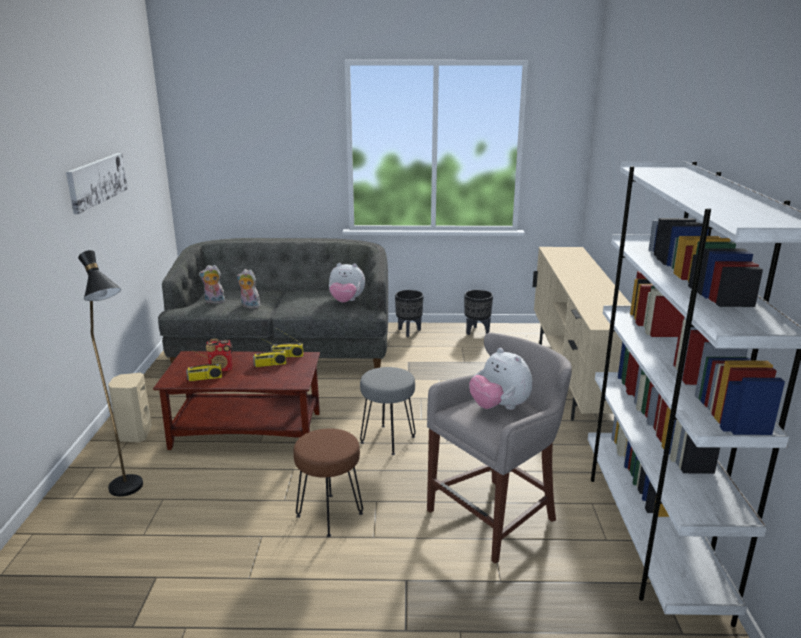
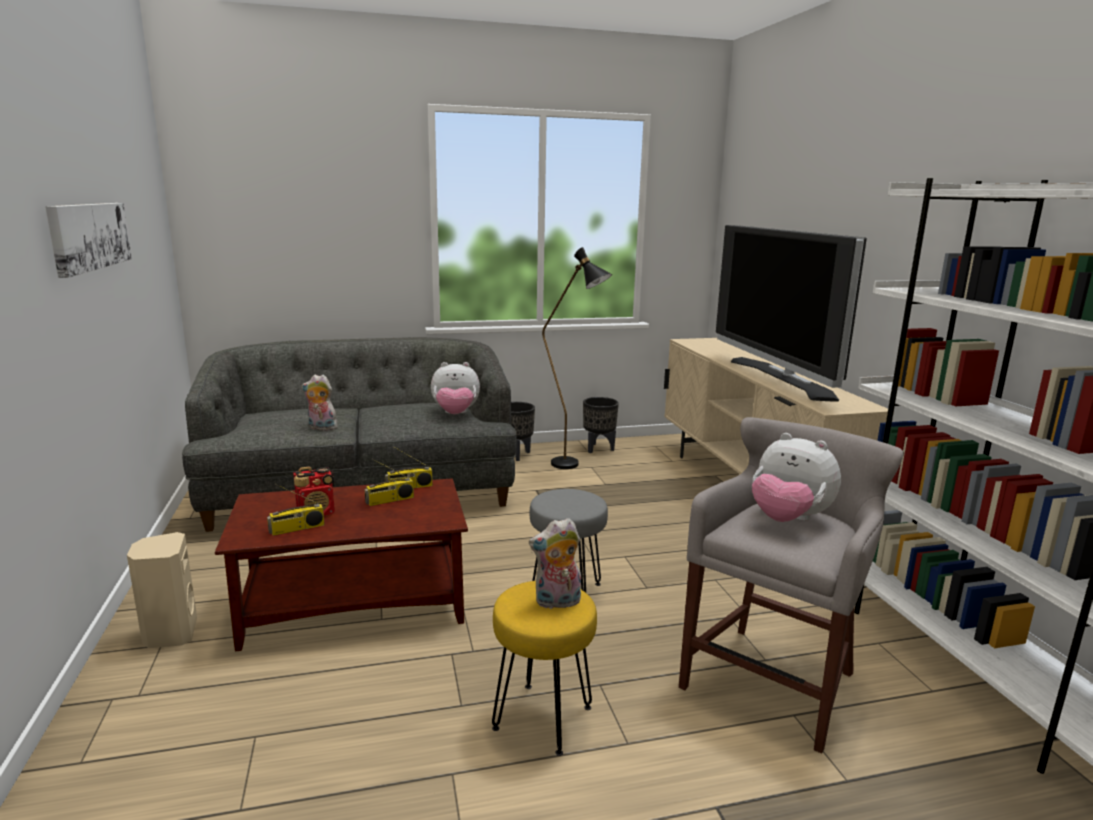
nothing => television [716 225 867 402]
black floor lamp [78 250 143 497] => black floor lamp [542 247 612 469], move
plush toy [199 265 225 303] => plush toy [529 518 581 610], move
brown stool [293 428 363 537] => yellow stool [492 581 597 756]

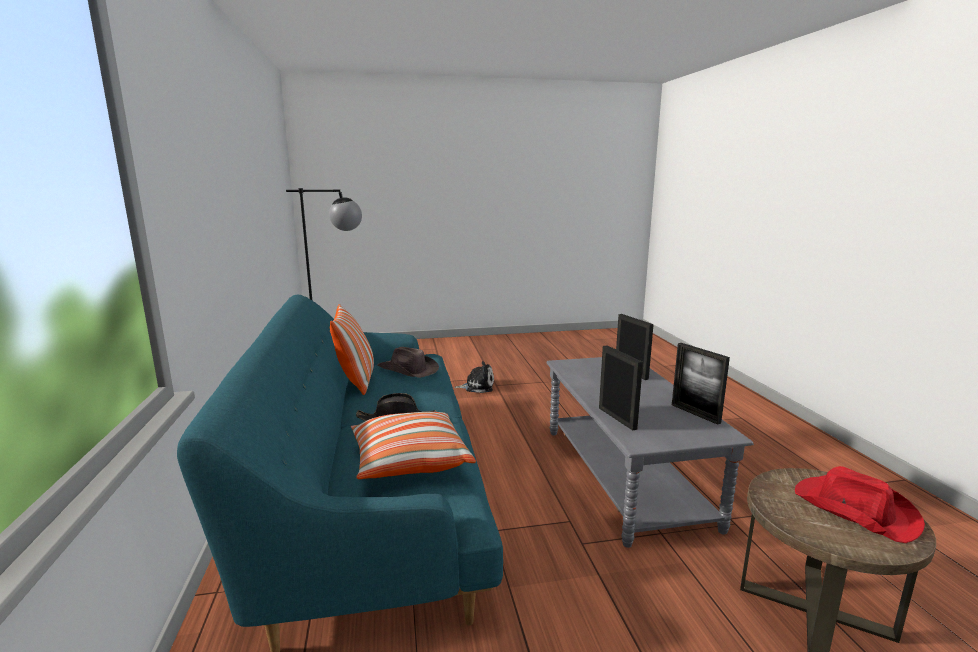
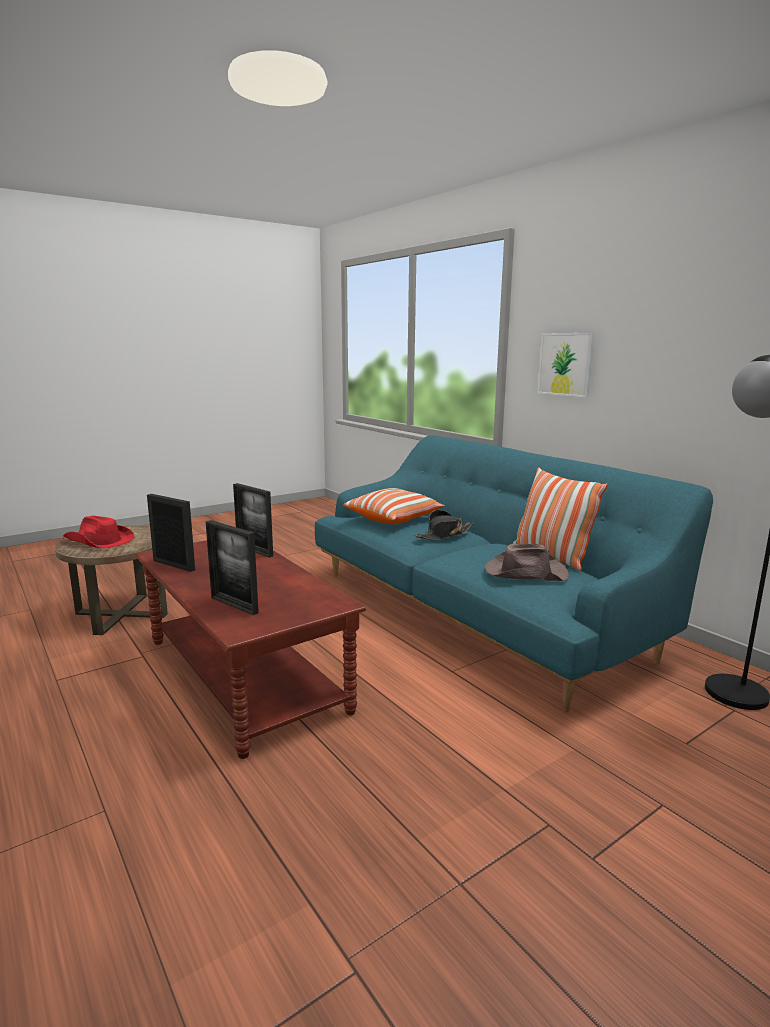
plush toy [454 361 494 393] => nothing
nothing => picture [538 333 595 398]
grey coffee table [546 357 754 548] => brown coffee table [135 540 366 759]

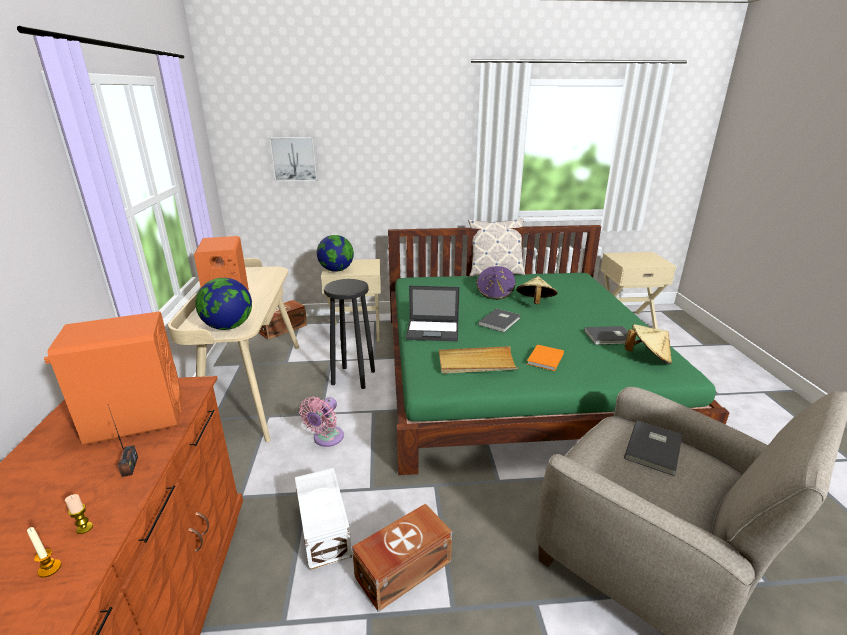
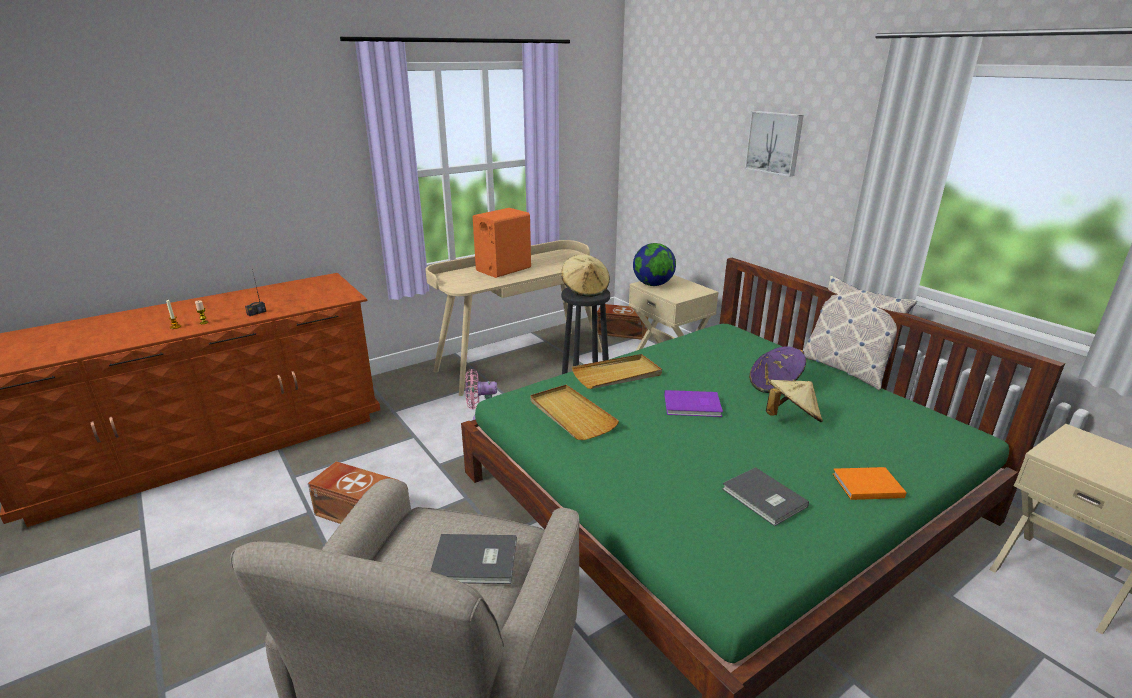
orange speaker [44 311 182 445] => nothing
globe [195 278 252 330] => nothing
white storage box [295 468 352 570] => nothing
picture [270 137 318 182] => picture [745 111 804 177], move
orange book [527 345 564 371] => orange book [833 467 907 500], move
beige hat [625 324 672 364] => beige hat [561 255 610 297], move
laptop [406 286 460 342] => beige tray [572 354 662 389]
grey book [478 308 520 332] => purple book [665 390 723 417]

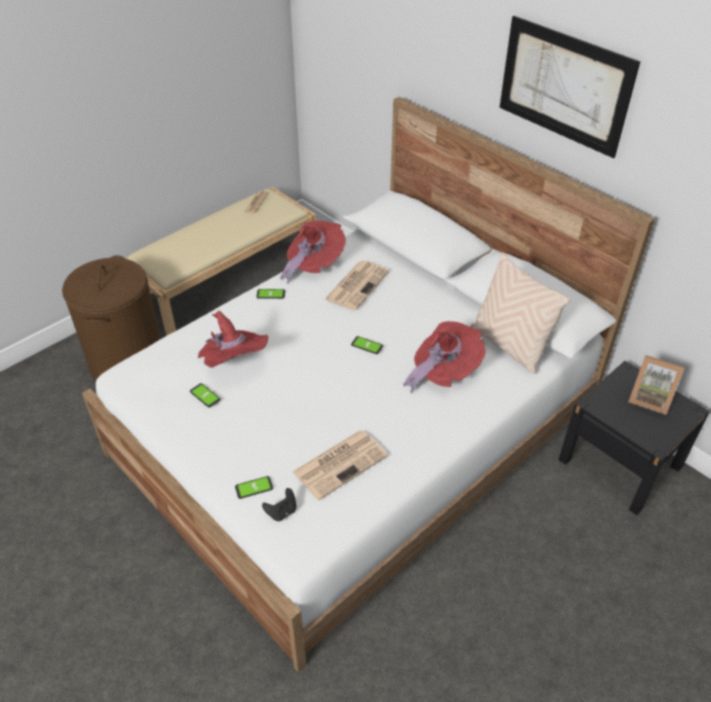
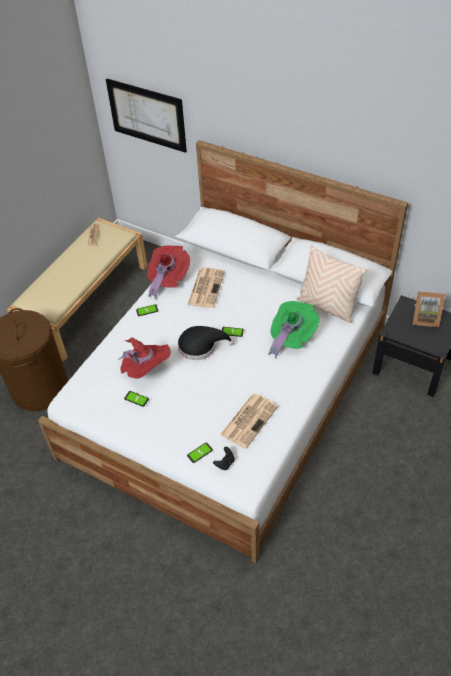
nothing => black hat [178 326 234 360]
picture [500 16 640 158] => picture [106 78 187 153], move
red hat [403 321 486 394] => green hat [268 301 319 359]

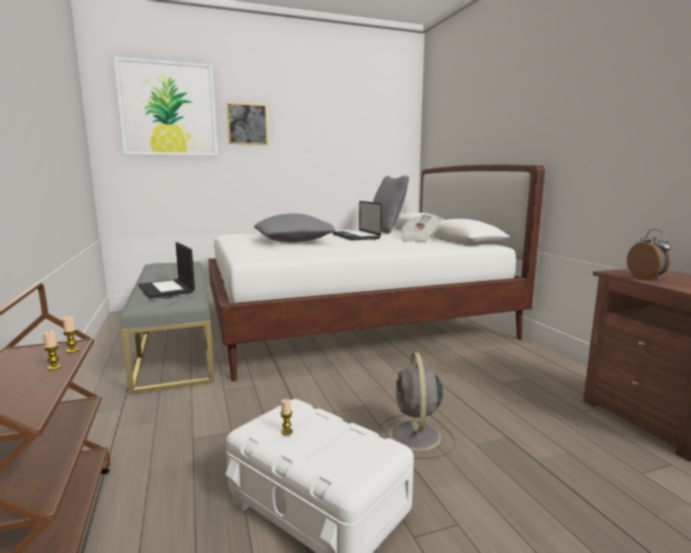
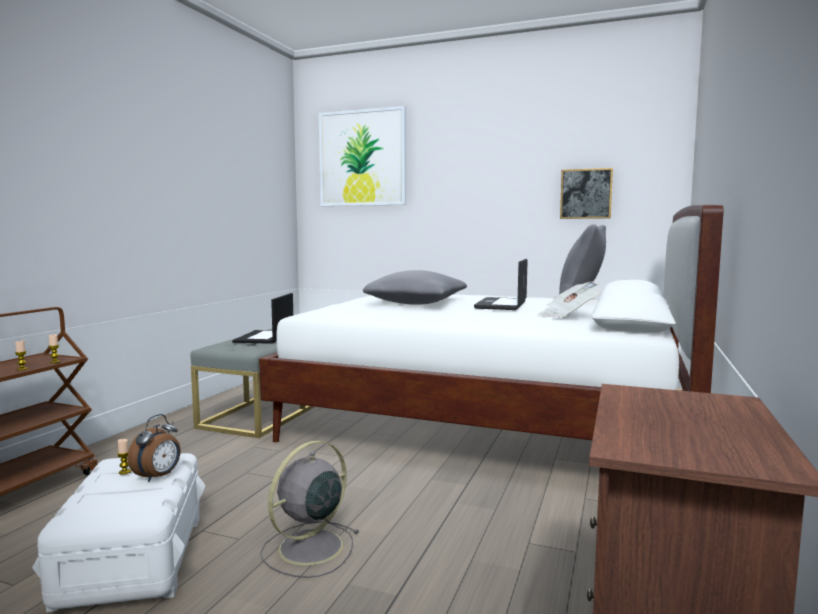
picture [227 103 268 145] => picture [560 168 613 219], move
alarm clock [627 229 671 280] => alarm clock [127 414 181 482], move

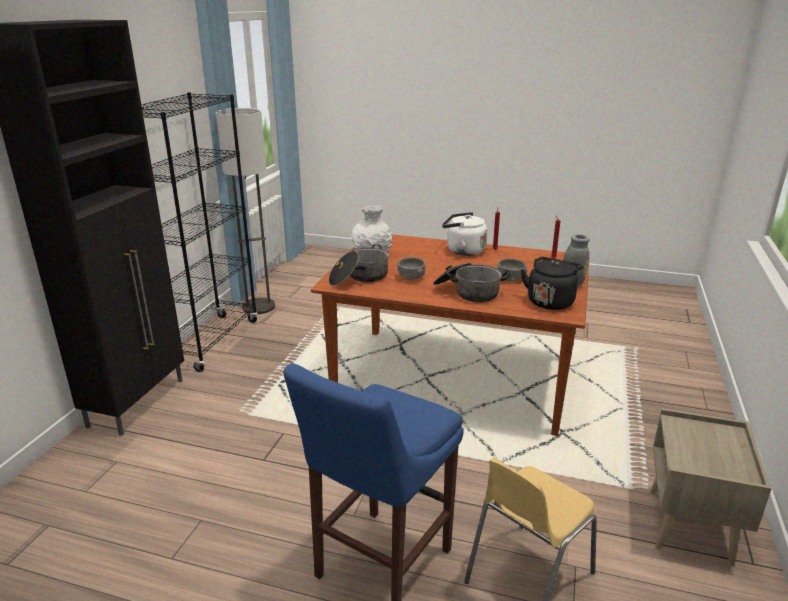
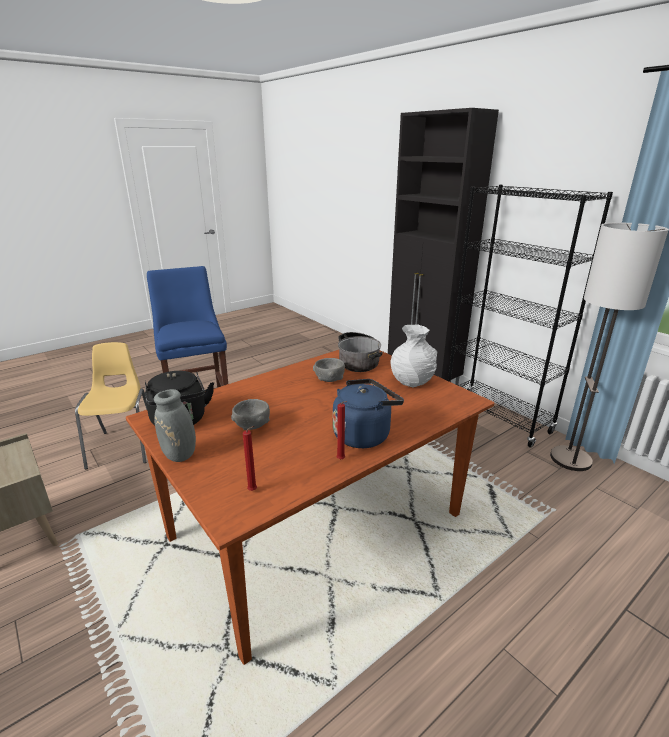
cooking pot [433 263 510 303] => nothing
white kettle [442 212 487 256] => blue kettle [333 379 404 448]

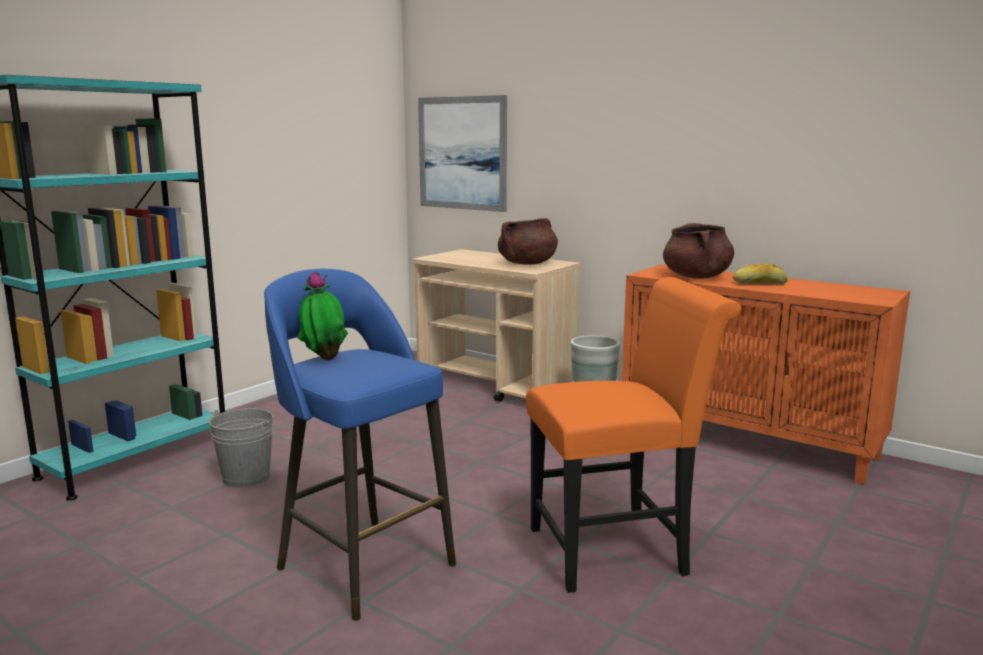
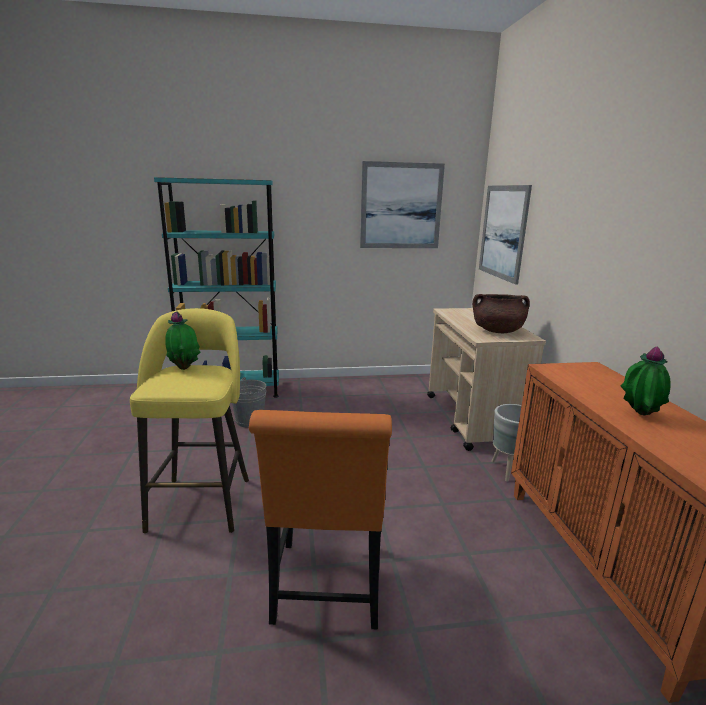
brown cooking pot [663 223 734 279] => nothing
nothing => picture [360 161 445 248]
bread [733 263 788 284] => potted plant [621 347 670 416]
blue stool [264 269 456 621] => yellow stool [130 308 249 533]
orange chair [526 277 741 593] => orange chair [249 410 392 630], 60 degrees clockwise

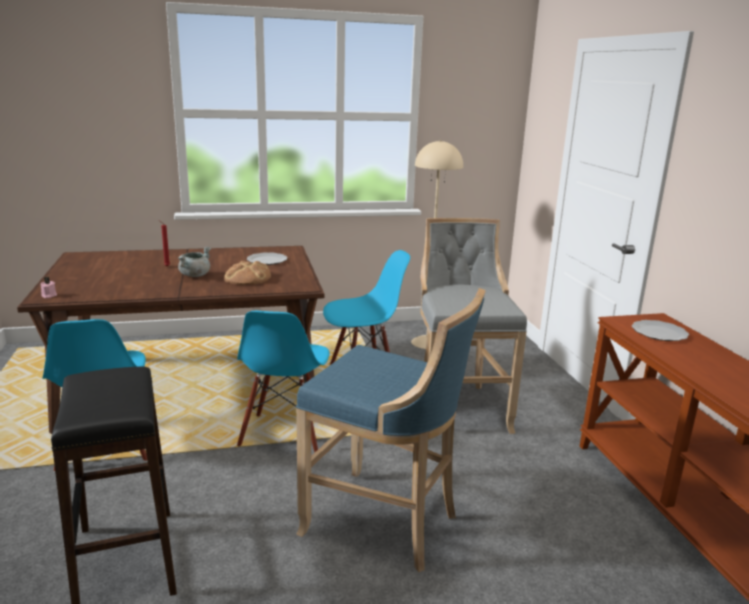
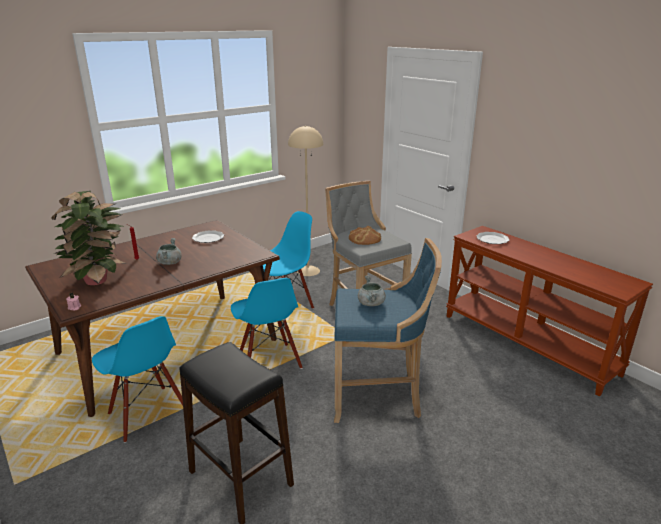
nothing => potted plant [51 191 127 285]
nothing => grey cooking pot [358 275 386 306]
bread [224 261 271 285] => bread [349 226 381 245], move

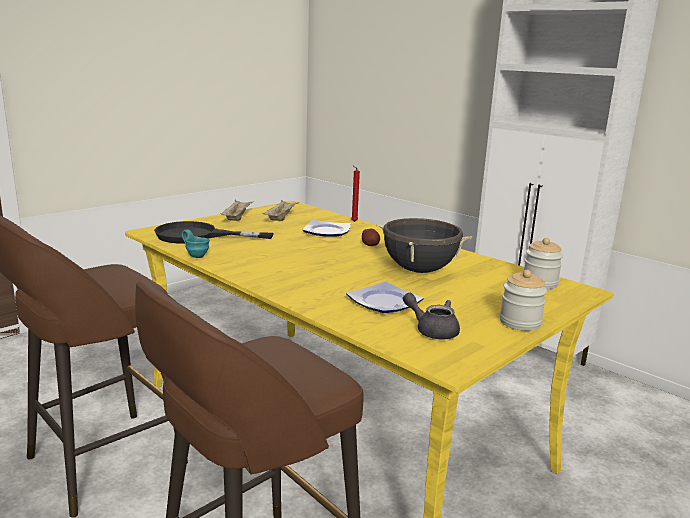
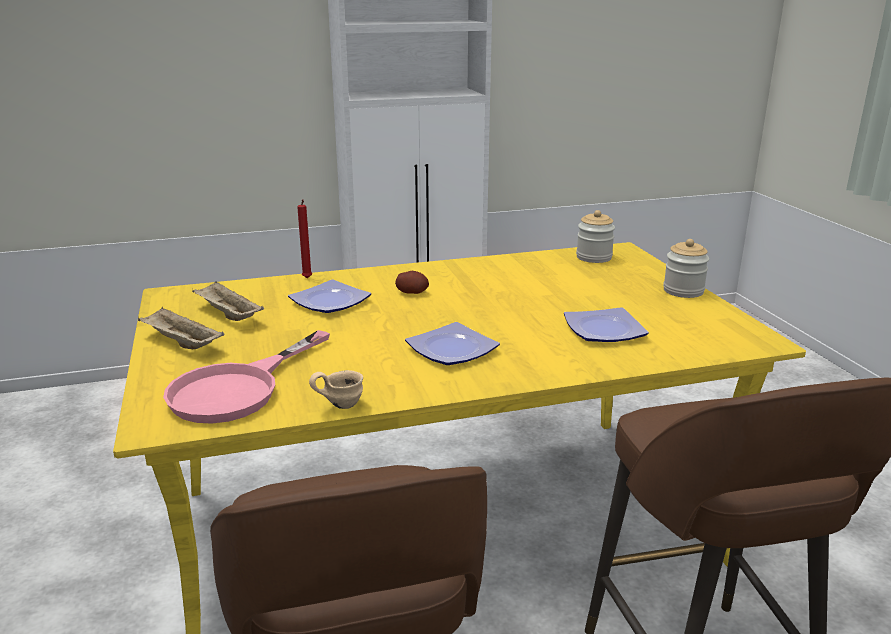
black cooking pot [376 218 473 273] => nothing
grey teapot [403 292 460 339] => nothing
nothing => plate [405 322 500 365]
black frying pan [154 221 274 244] => pink frying pan [163 330 330 424]
turquoise mug [182 230 210 258] => beige mug [309 370 363 409]

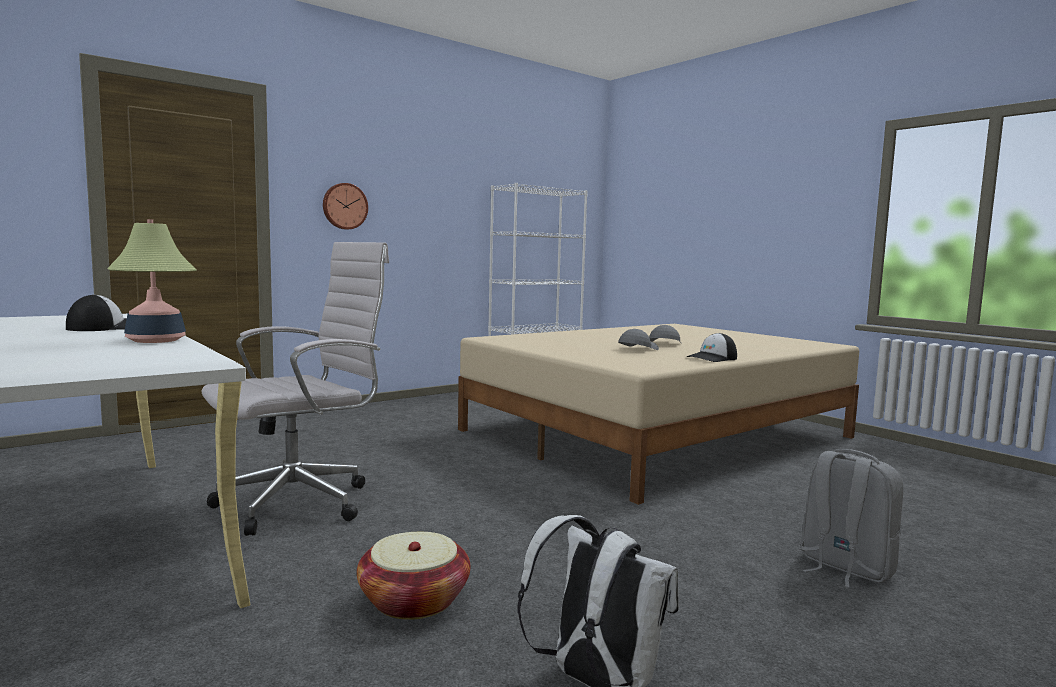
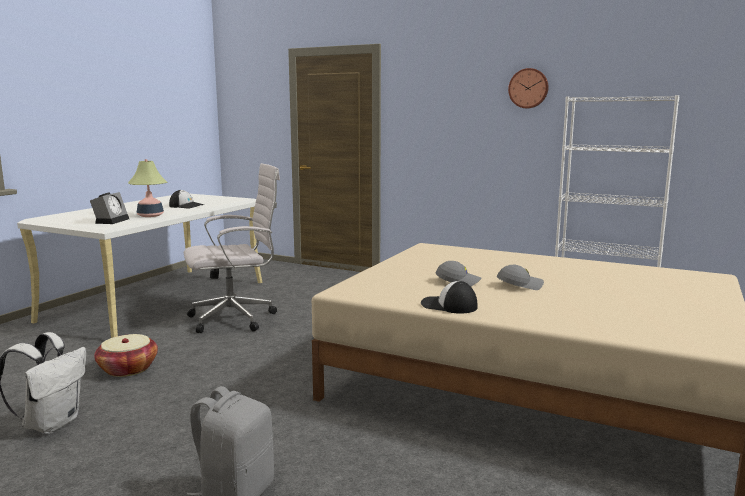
nothing => alarm clock [90 192 129 224]
wall clock [323 183 368 229] => wall clock [508 68 548 108], move
white office chair [201 242 389 536] => white office chair [184 163 280 333], 45 degrees counterclockwise

